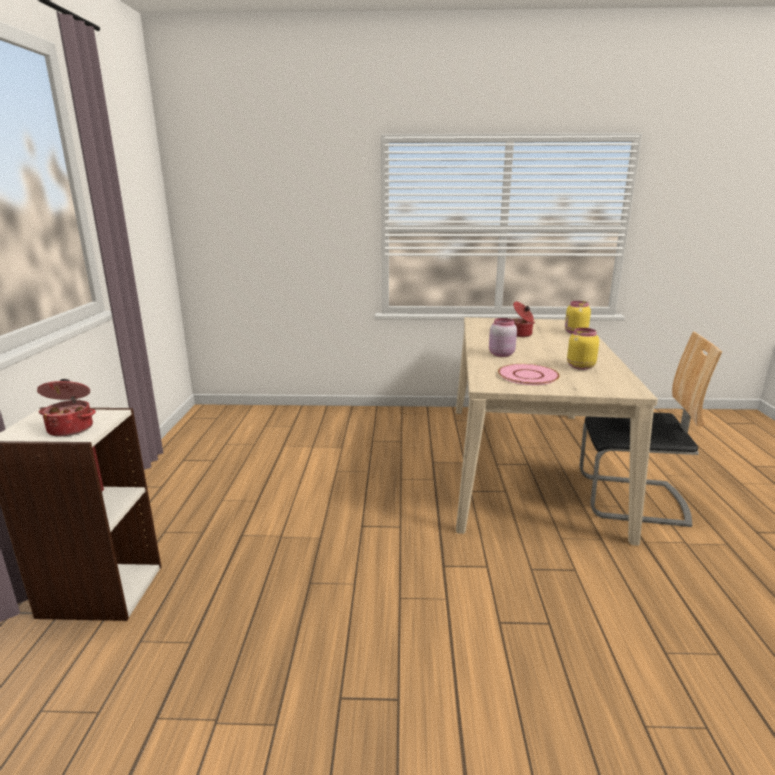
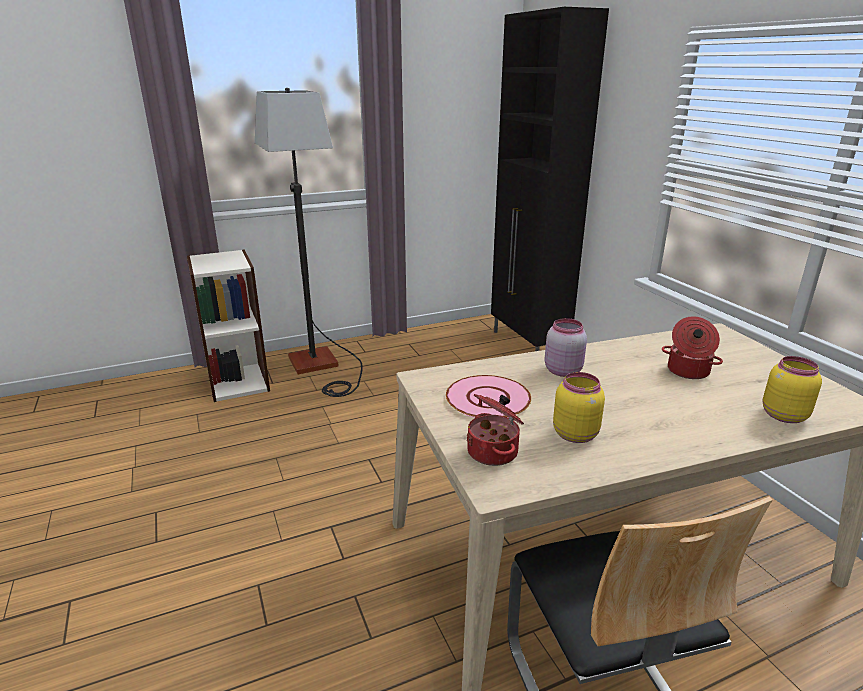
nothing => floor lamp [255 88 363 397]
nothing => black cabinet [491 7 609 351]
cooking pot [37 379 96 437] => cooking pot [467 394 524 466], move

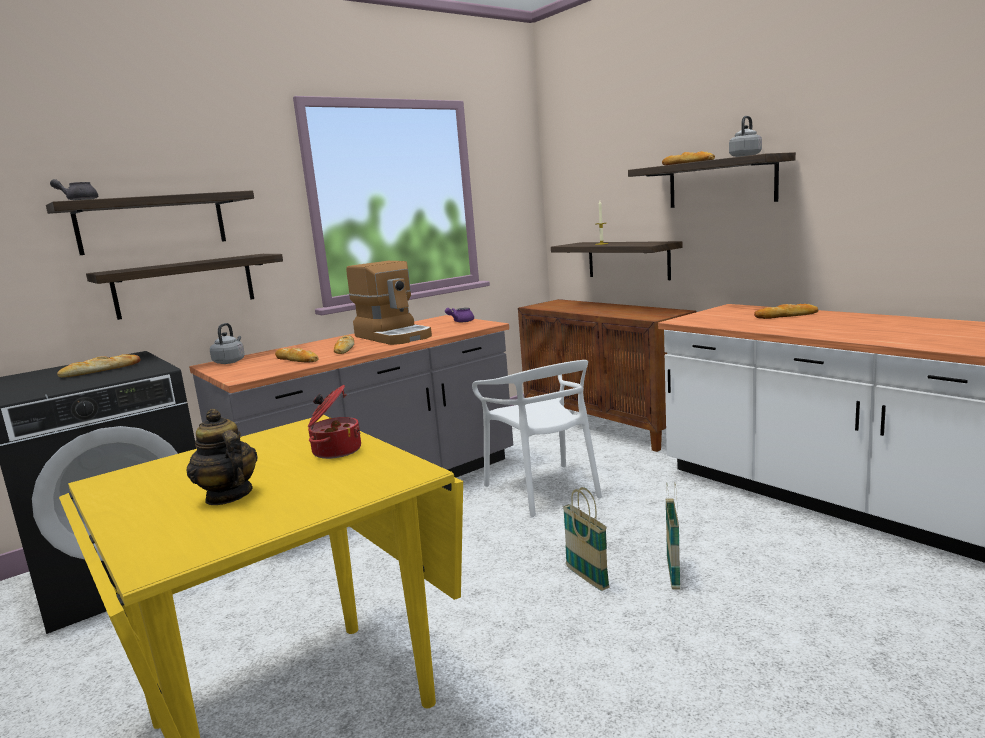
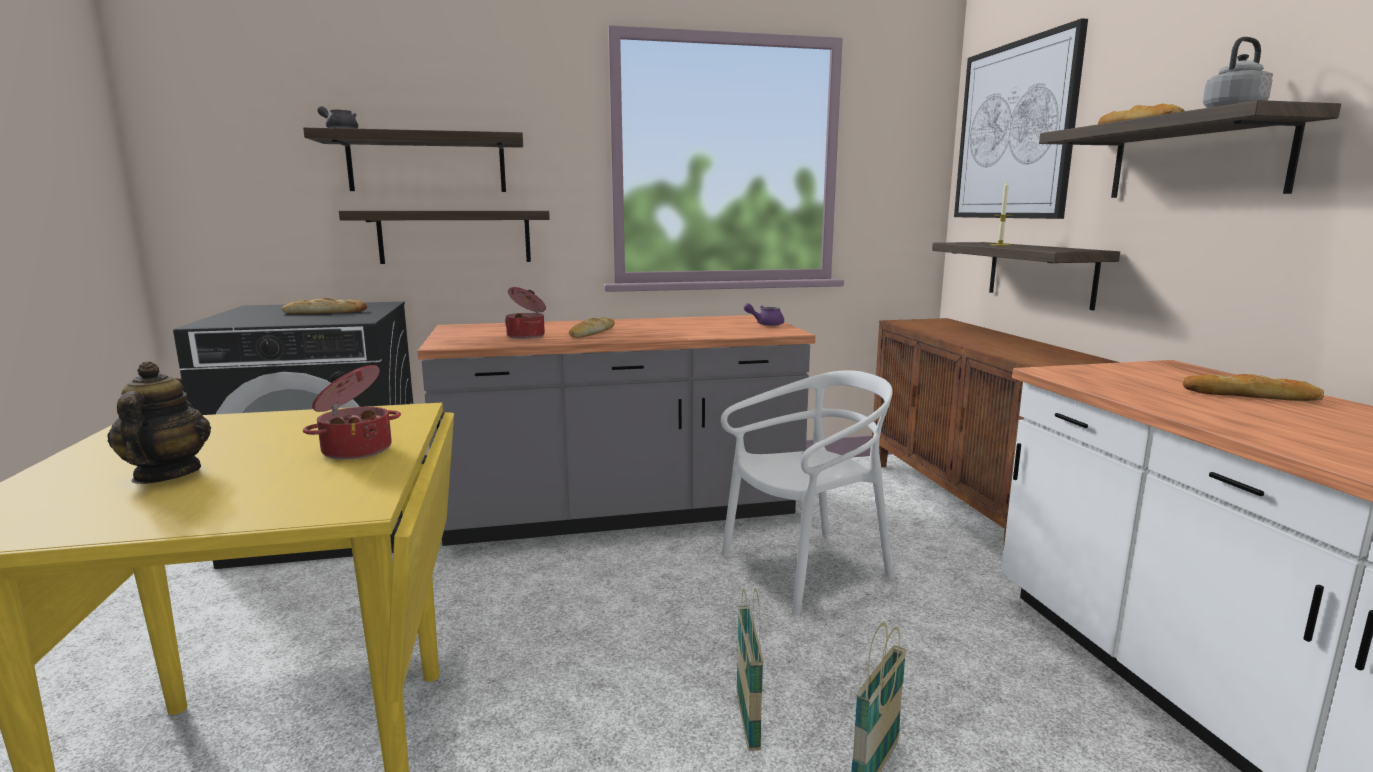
grey kettle [210 323 245 364] => nothing
coffee machine [346 261 432 345] => nothing
nothing => picture [954 18 1088 219]
bread [275 348 319 362] => cooking pot [505 287 546 339]
white chair [472 360 602 517] => white chair [721 370 893 616], 120 degrees counterclockwise

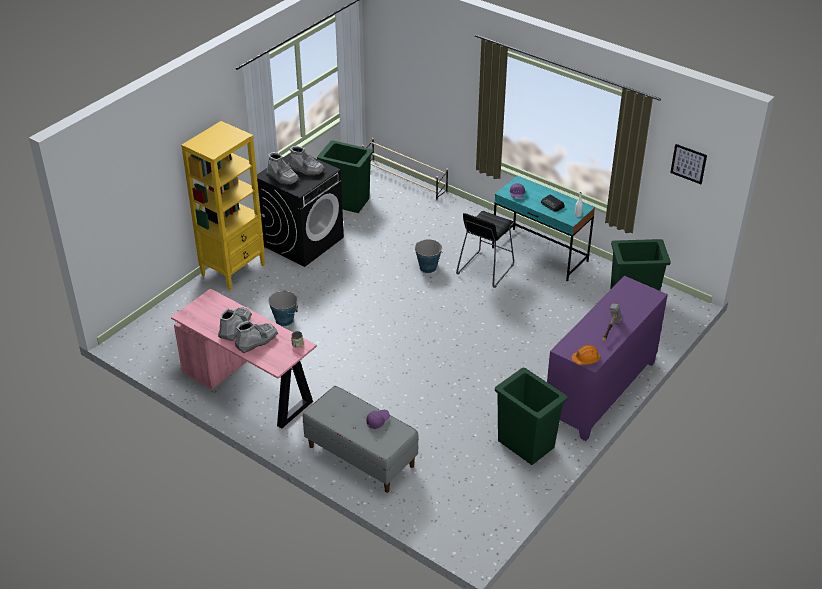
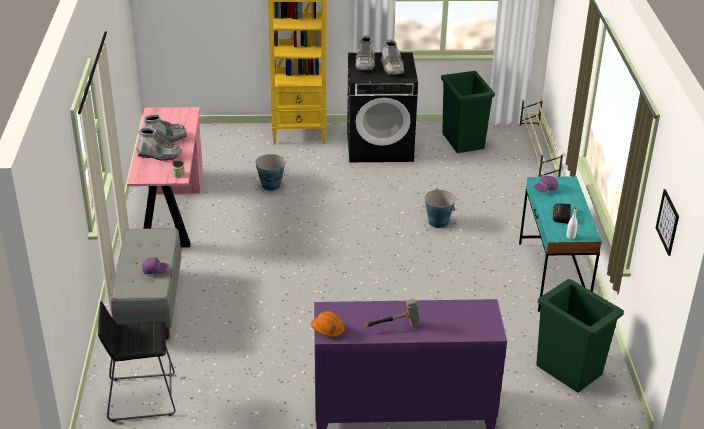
green trash can [495 368 568 465] => nothing
black stool [456 211 514 288] => black stool [98 302 175 422], move

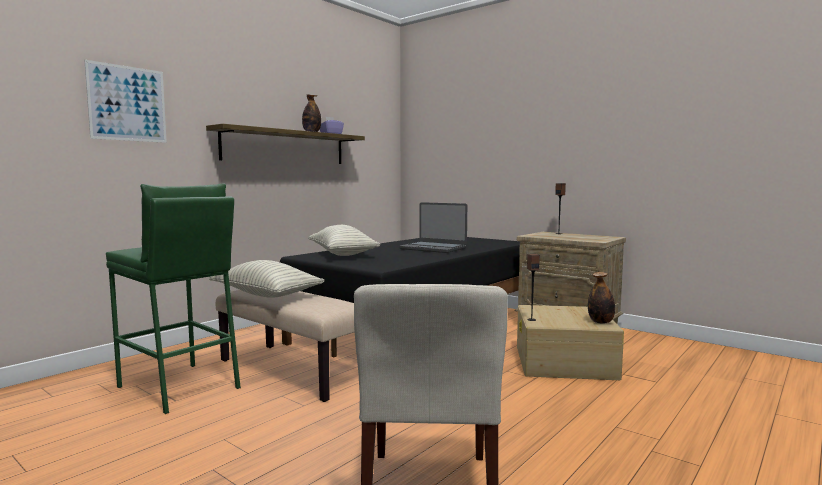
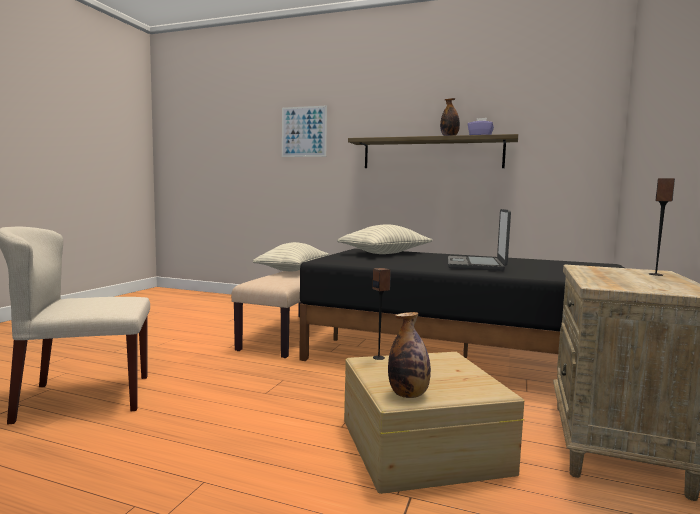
green stool [106 183 241 414] => nothing

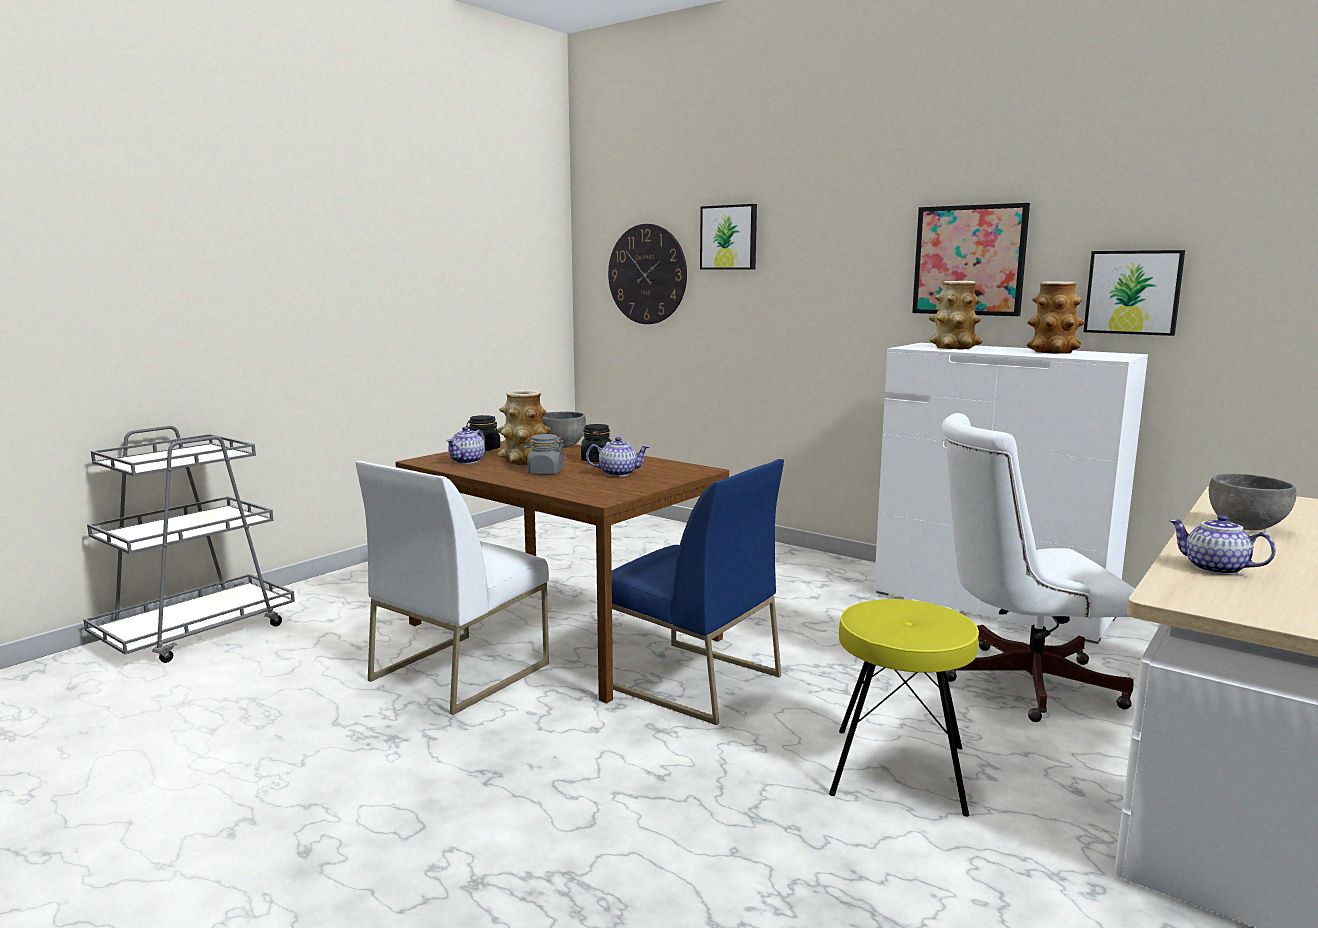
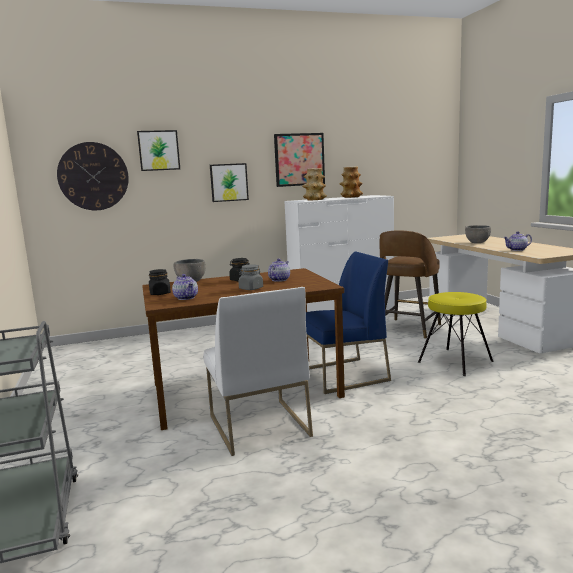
vase [497 390 551 465] => nothing
picture [1084 250 1185 336] => picture [210 163 249 202], move
white office chair [942 413 1135 722] => brown stool [379 230 441 339]

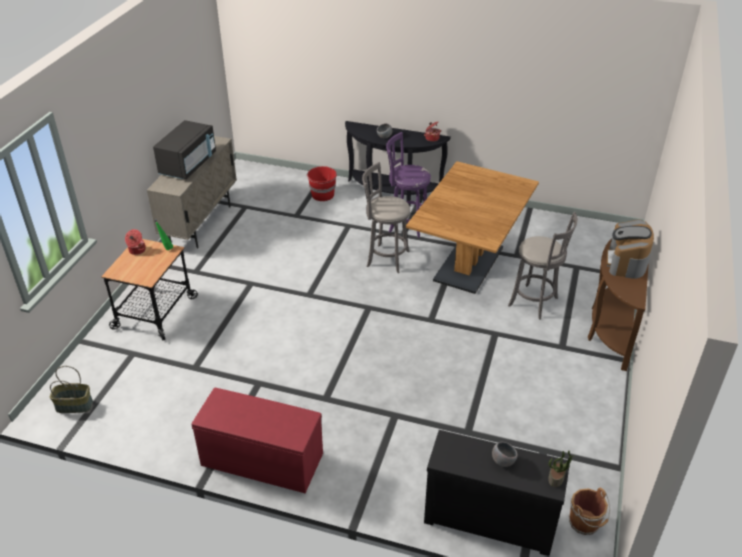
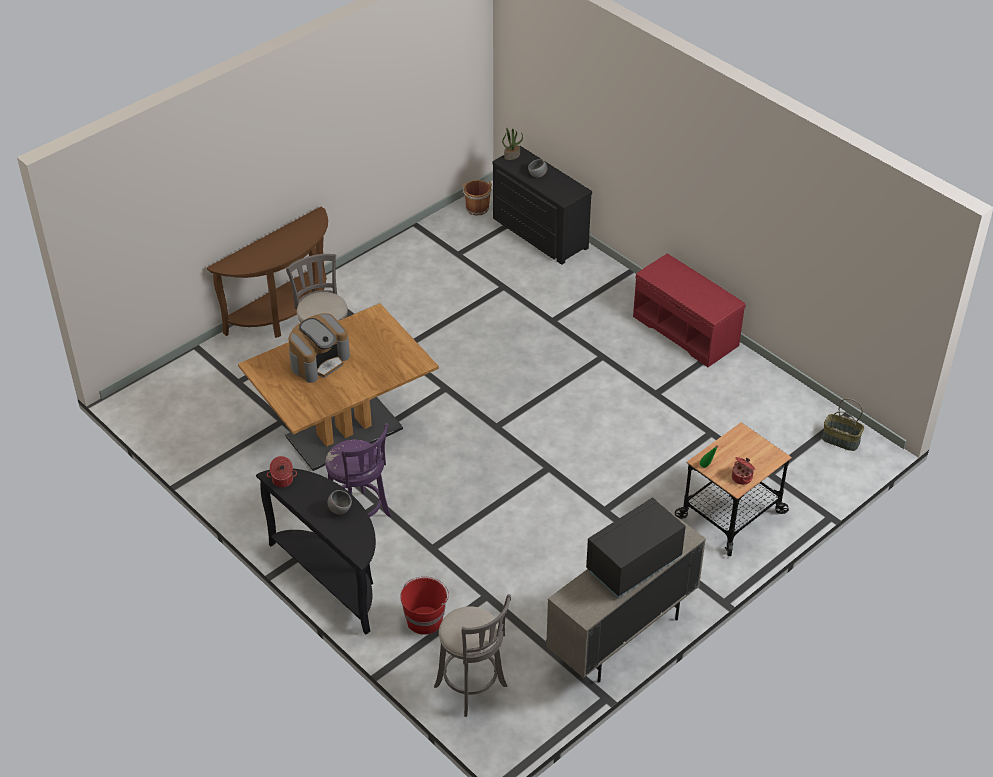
grey stool [362 162 410 273] => grey stool [434 594 511 717], move
coffee machine [607 219 654 279] => coffee machine [288 313 350 383], move

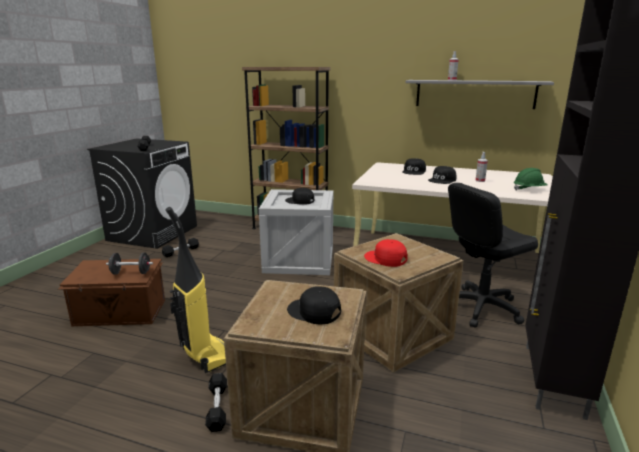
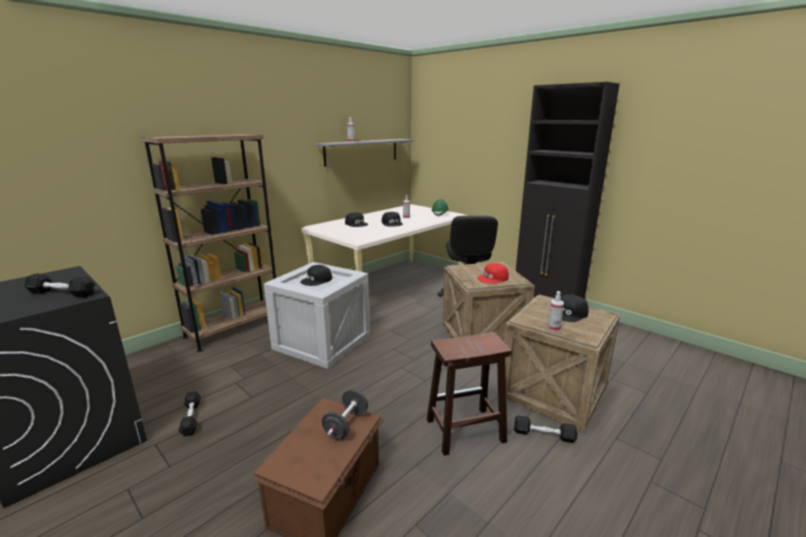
nothing => spray bottle [547 291 564 332]
vacuum cleaner [165 207 226 373] => brown stool [427 332 512 456]

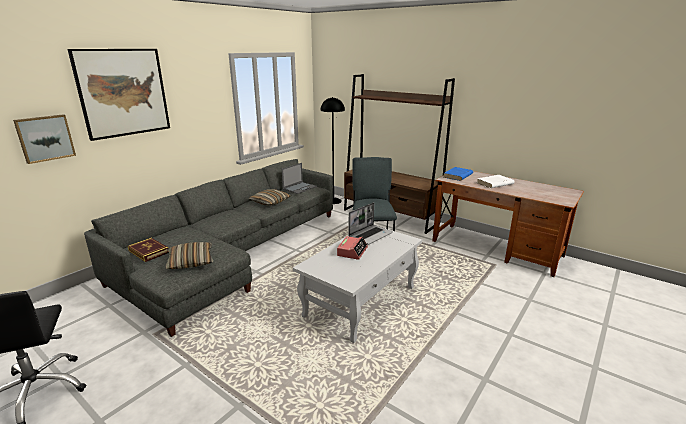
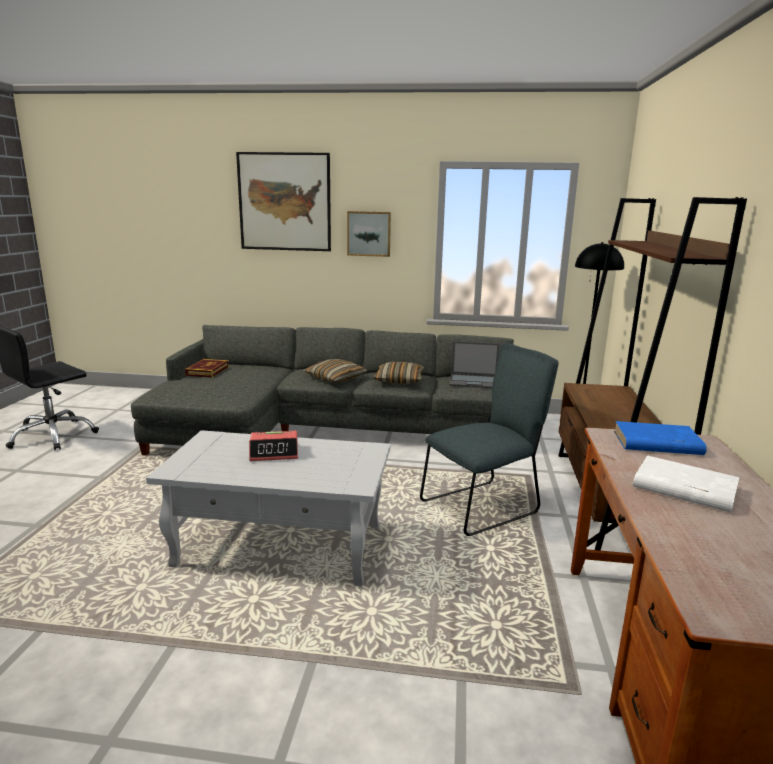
laptop [348 202 393 244] => nothing
picture [13 114 76 164] => picture [347 211 391 257], move
pillow [165 242 213 269] => pillow [303 359 367 382], move

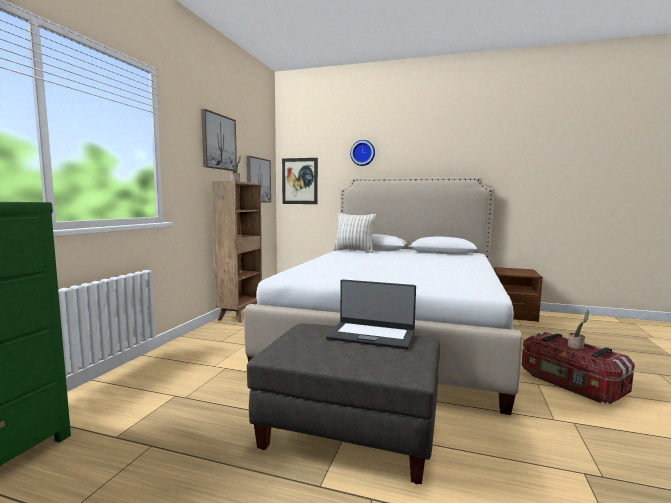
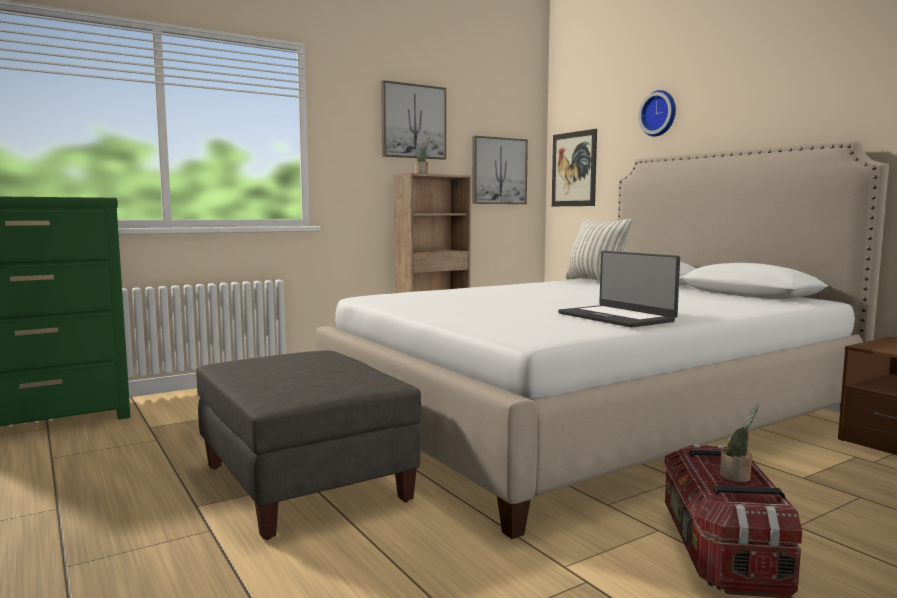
laptop [326 279 416 349] => laptop [558 251 680 328], move

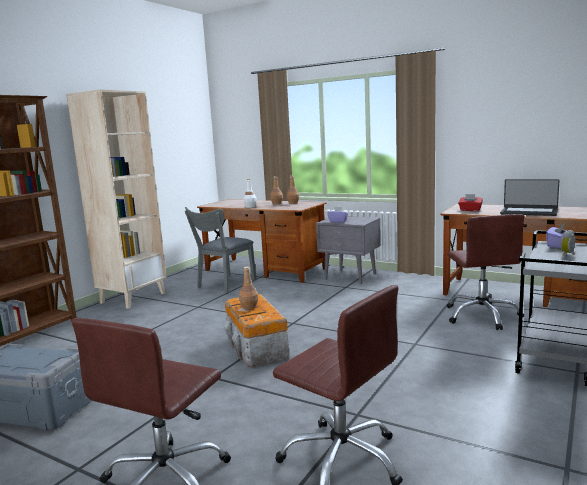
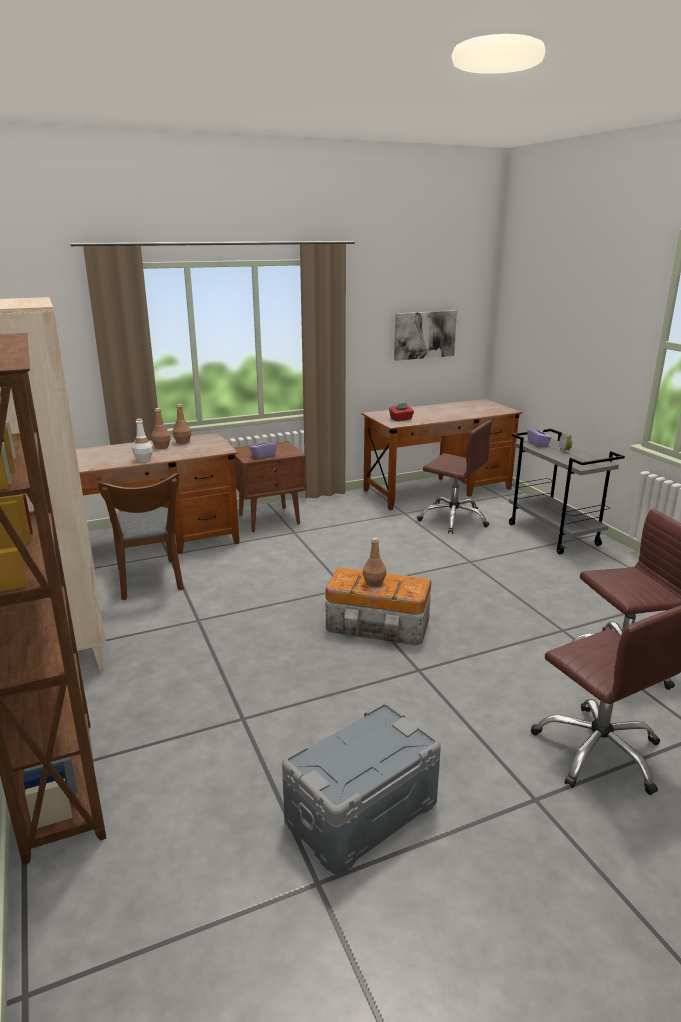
laptop [500 179 560 216] => nothing
nothing => picture [394 310 457 361]
grey chair [185 207 256 293] => brown chair [98 473 184 600]
grey nightstand [316 216 381 284] => brown nightstand [234 441 307 532]

